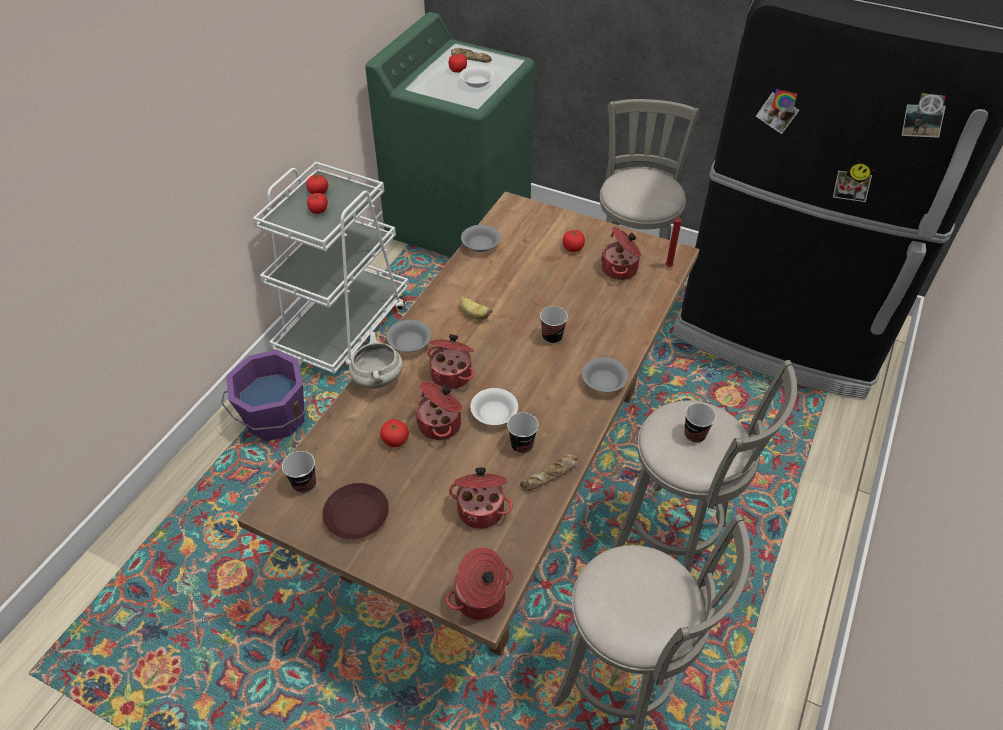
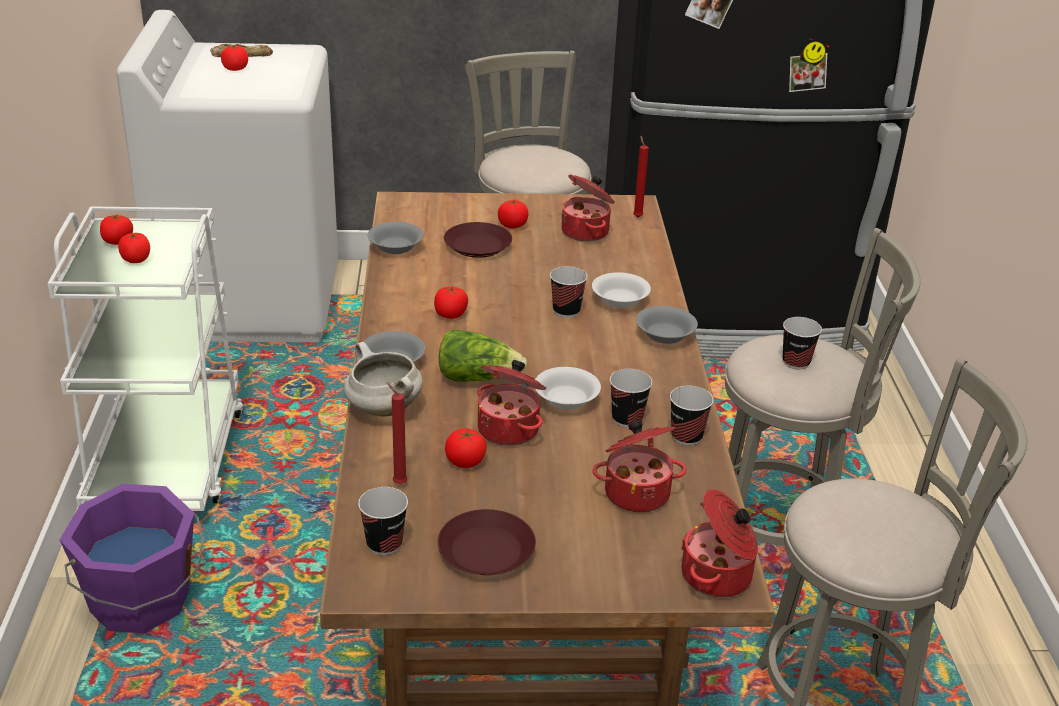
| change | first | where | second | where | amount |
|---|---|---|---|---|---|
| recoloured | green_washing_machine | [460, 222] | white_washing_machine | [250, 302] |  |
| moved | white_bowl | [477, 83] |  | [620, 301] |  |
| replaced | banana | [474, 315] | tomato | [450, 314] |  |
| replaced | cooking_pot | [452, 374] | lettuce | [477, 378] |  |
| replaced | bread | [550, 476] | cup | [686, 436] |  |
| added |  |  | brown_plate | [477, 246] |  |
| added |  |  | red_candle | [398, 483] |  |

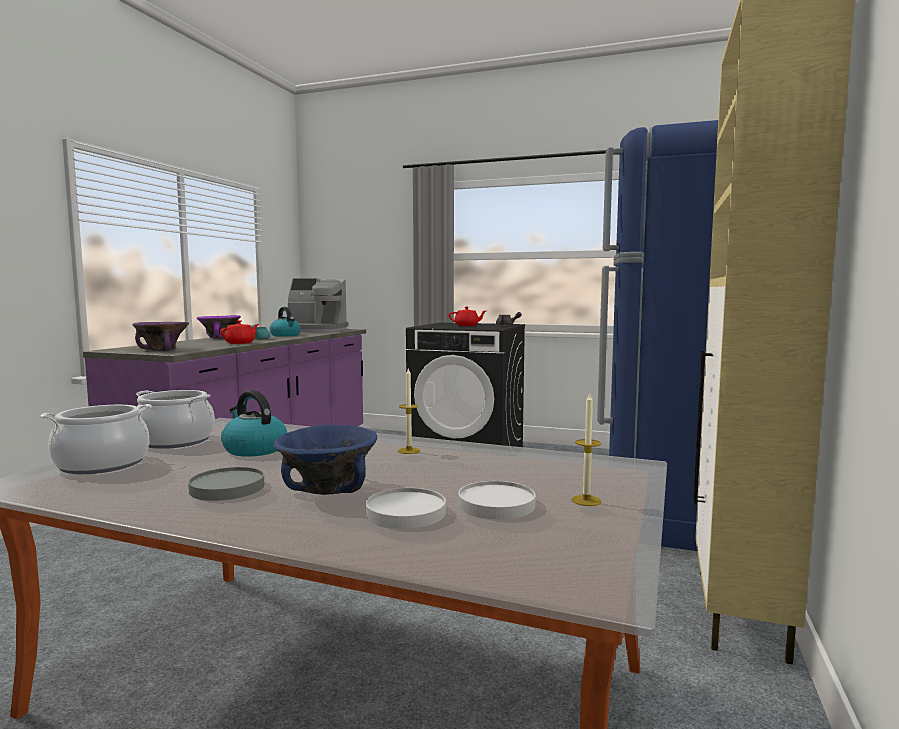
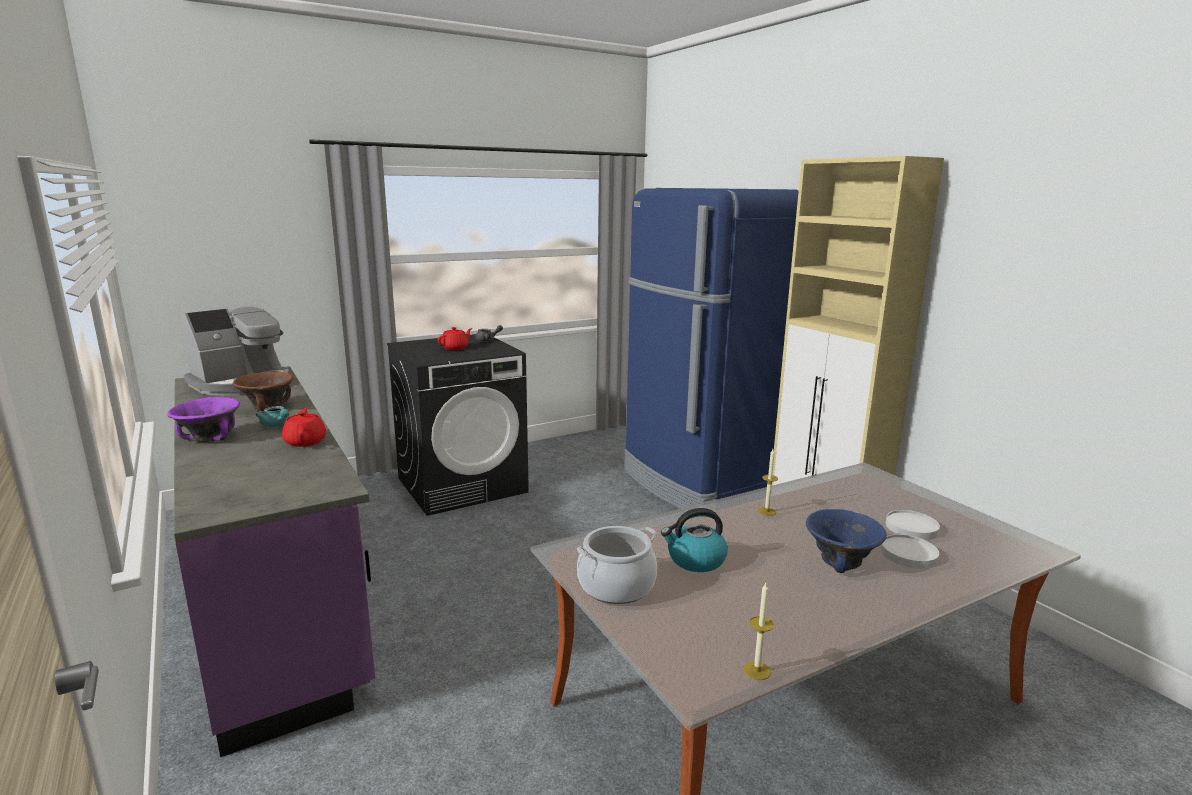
| change | first | where | second | where | amount |
|---|---|---|---|---|---|
| replaced | kettle | [285, 335] | brown_bowl | [267, 407] |  |
| removed | purple_bowl | [162, 350] |  |  |  |
| moved | candle | [586, 500] |  | [757, 670] |  |
| removed | cooking_pot | [102, 464] |  |  |  |
| removed | grey_plate | [228, 488] |  |  |  |

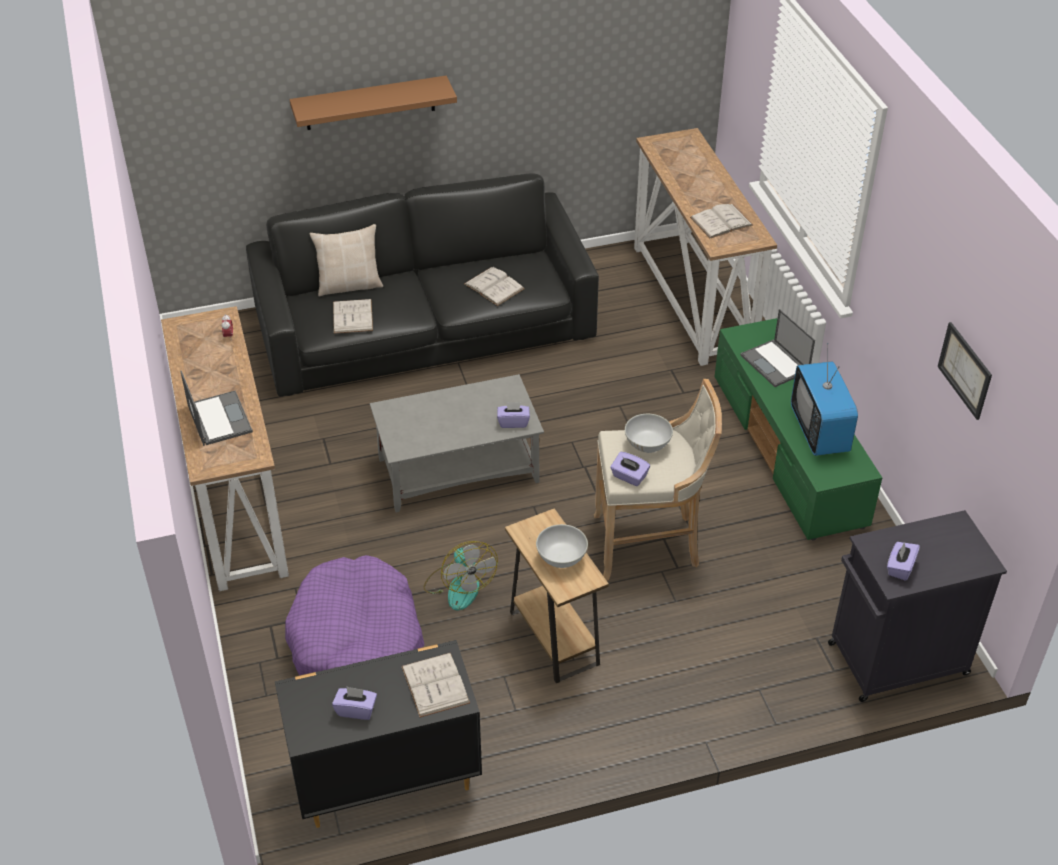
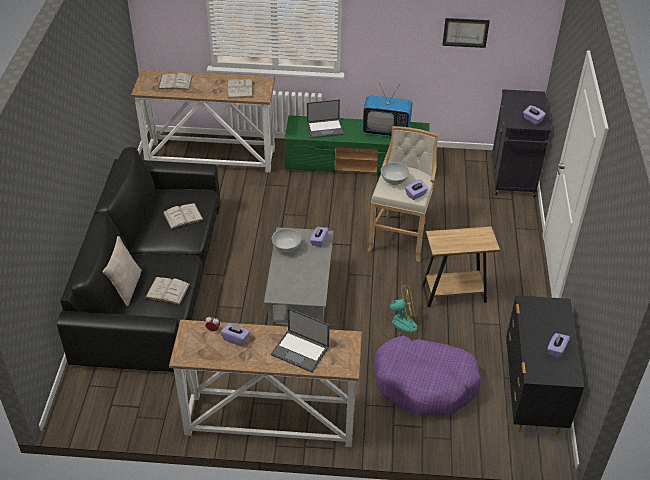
| change | first | where | second | where | amount |
|---|---|---|---|---|---|
| removed | brown_shelf | [370, 103] |  |  |  |
| turned | laptop | [219, 418] |  | [300, 351] | 150 degrees counterclockwise |
| moved | white_bowl | [562, 558] |  | [286, 247] |  |
| moved | white_book | [435, 684] |  | [175, 82] |  |
| added |  |  | purple_tissue_box | [236, 339] |  |

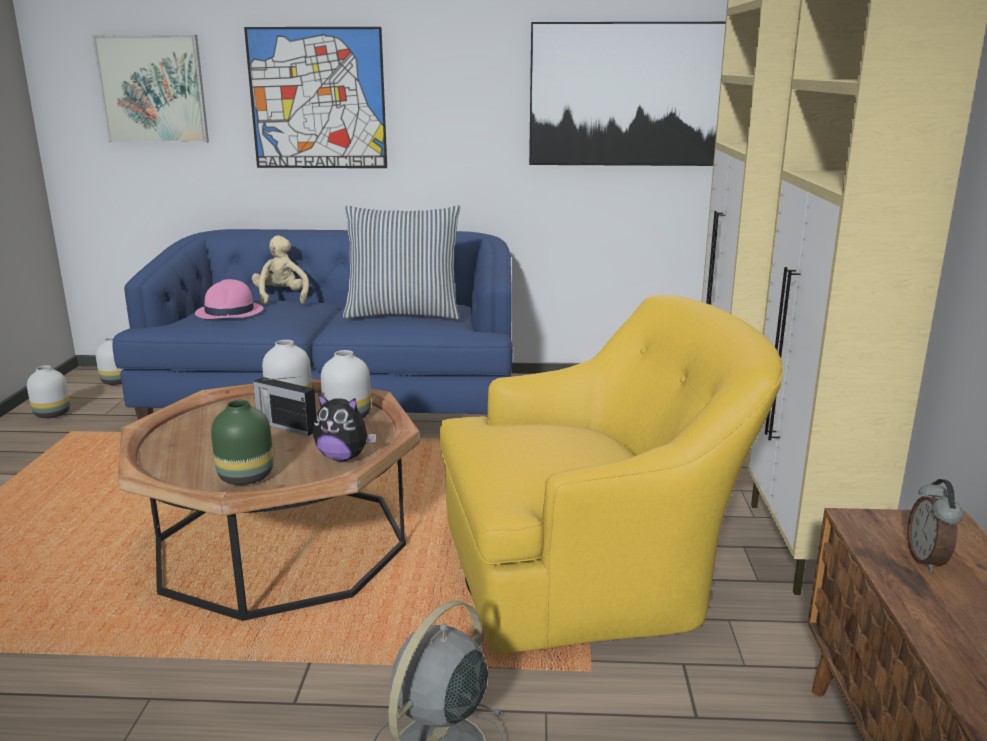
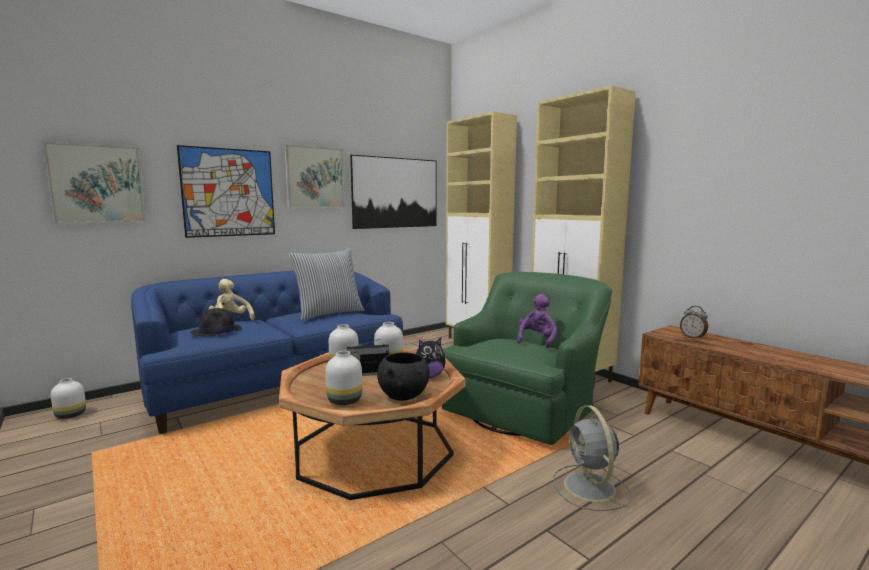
| change | first | where | second | where | amount |
|---|---|---|---|---|---|
| recoloured | pink_hat | [230, 312] | black_hat | [217, 331] |  |
| recoloured | yellow_armchair | [593, 572] | green_armchair | [524, 407] |  |
| moved | white_vase | [53, 414] |  | [344, 400] |  |
| replaced | green_vase | [247, 477] | black_bowl | [404, 396] |  |
| added |  |  | picture | [315, 177] |  |
| added |  |  | purple_plush_toy | [536, 341] |  |

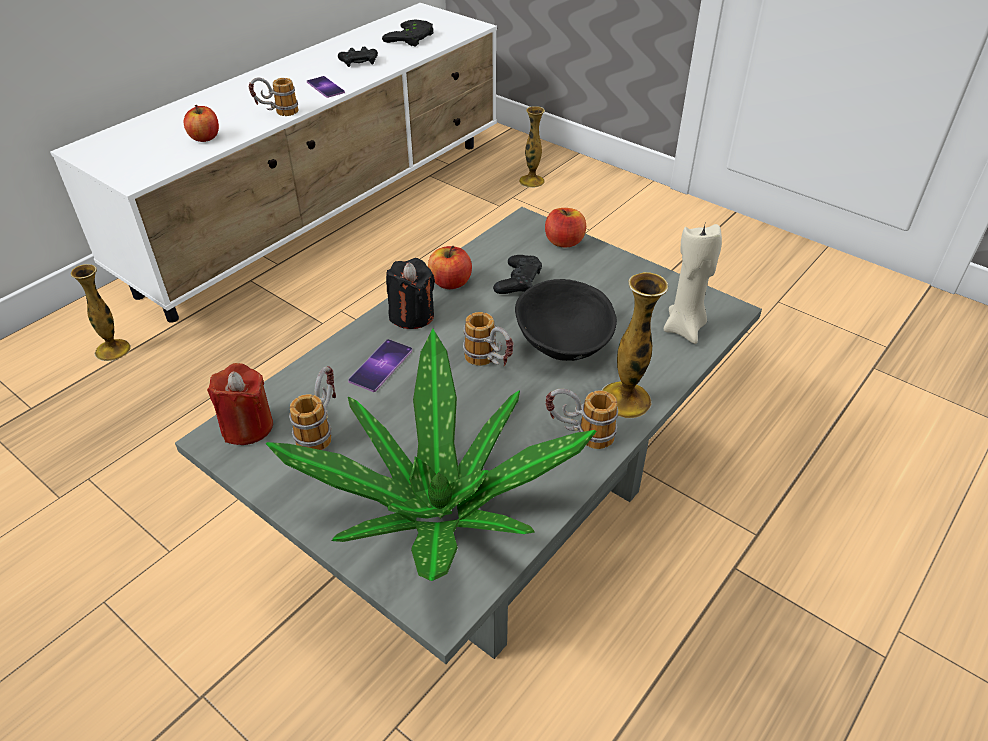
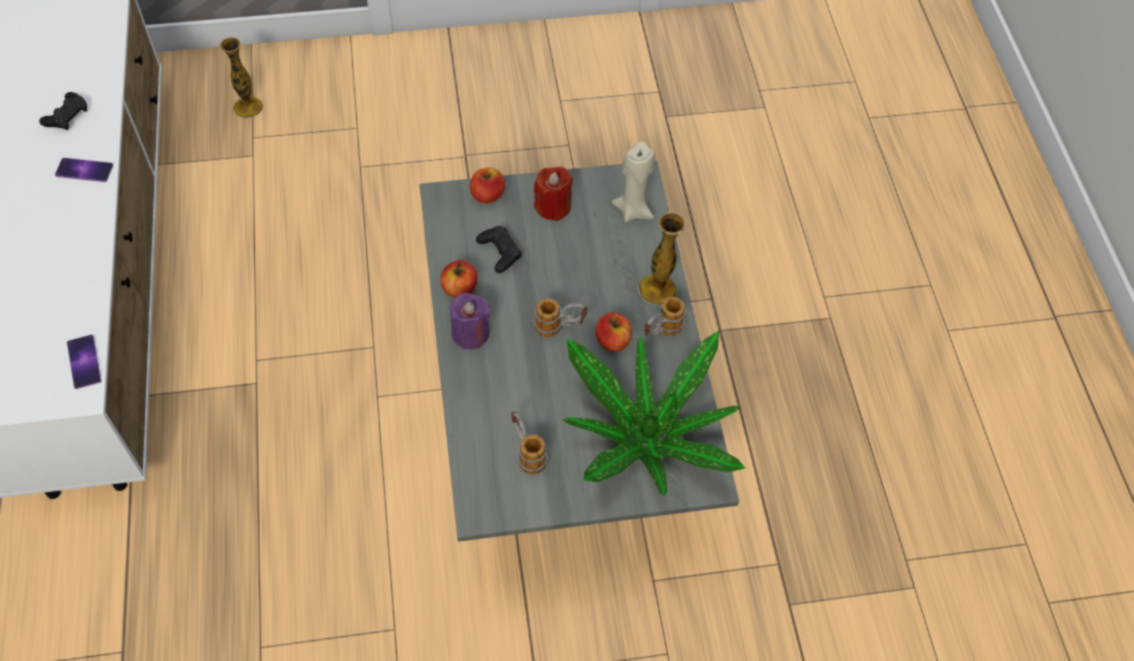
| change | first | where | second | where | amount |
|---|---|---|---|---|---|
| removed | black_game_controller | [412, 38] |  |  |  |
| removed | mug | [277, 113] |  |  |  |
| moved | apple | [205, 138] |  | [612, 340] |  |
| recoloured | black_candle | [412, 315] | purple_candle | [470, 333] |  |
| removed | vase | [113, 350] |  |  |  |
| removed | black_bowl | [563, 345] |  |  |  |
| moved | phone | [381, 365] |  | [84, 362] |  |
| moved | red_candle | [247, 426] |  | [553, 206] |  |

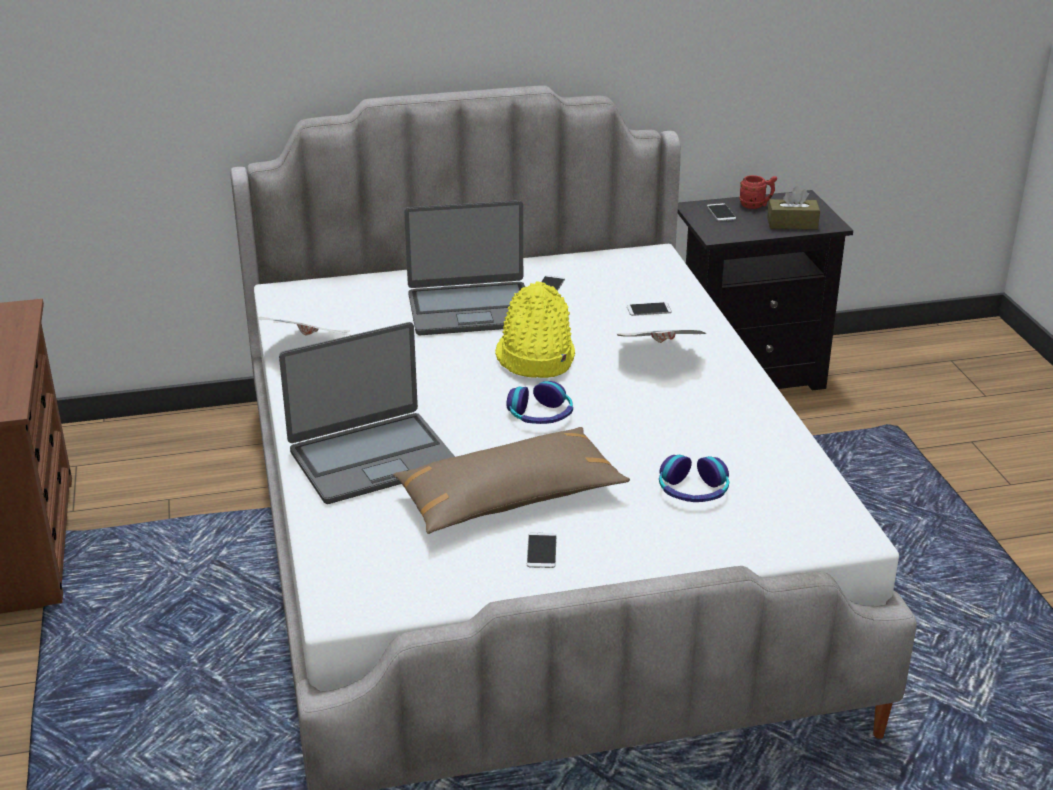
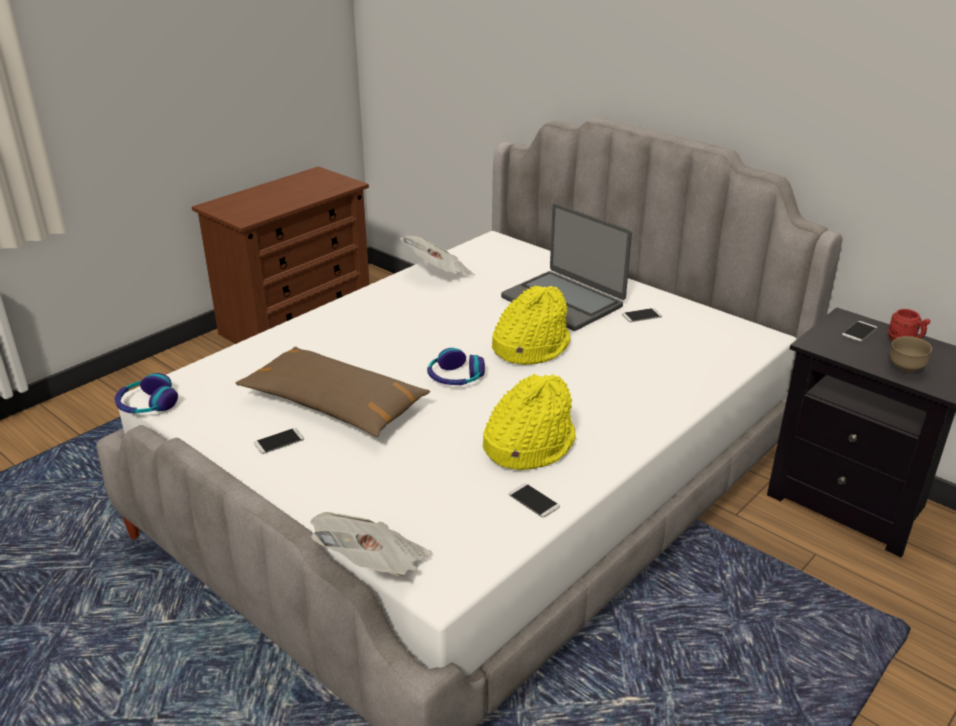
| change | first | where | second | where | amount |
|---|---|---|---|---|---|
| replaced | brown_tissue_box | [792, 223] | brown_bowl | [905, 369] |  |
| moved | phone | [649, 310] |  | [534, 501] |  |
| removed | laptop | [372, 458] |  |  |  |
| moved | newspaper | [659, 356] |  | [374, 566] |  |
| moved | headphones | [693, 491] |  | [147, 404] |  |
| added |  |  | yellow_hat | [528, 445] |  |

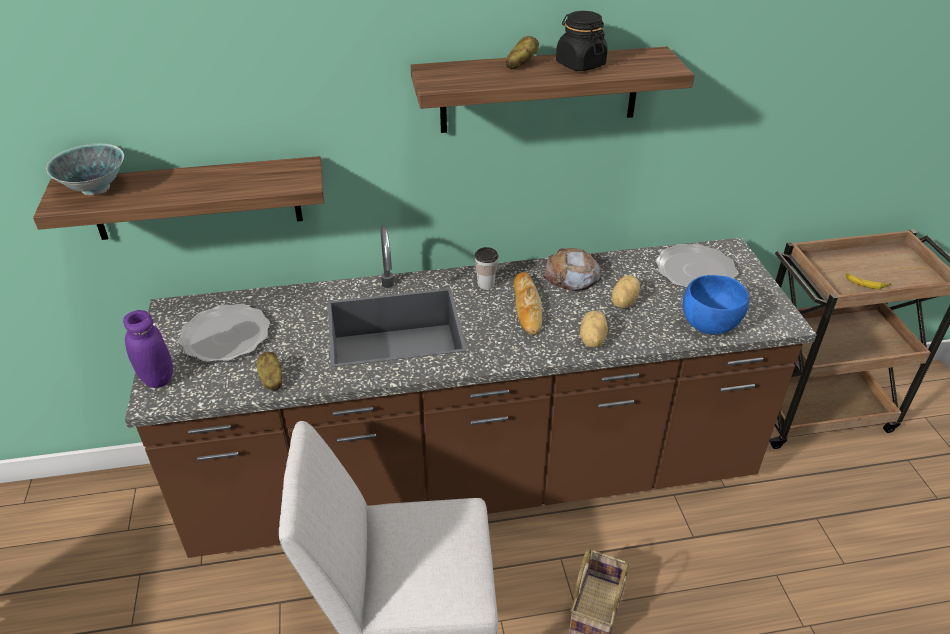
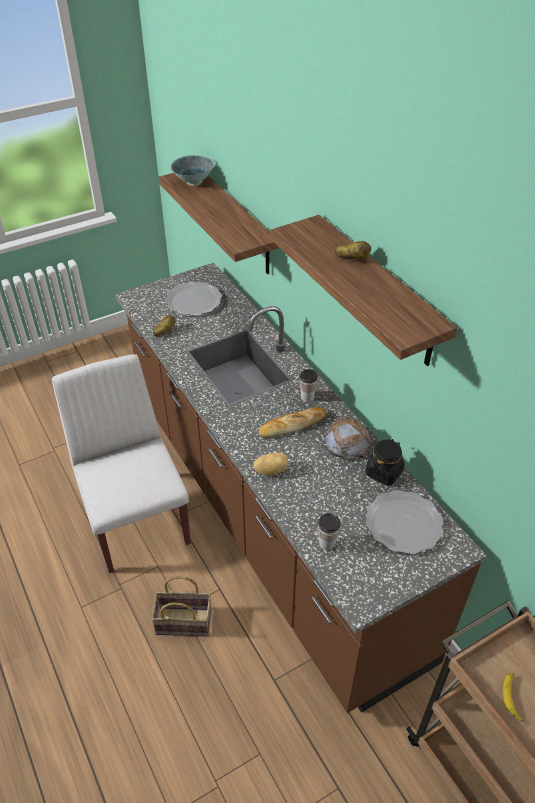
| change | first | where | second | where | amount |
|---|---|---|---|---|---|
| moved | black_jar | [580, 64] |  | [384, 472] |  |
| removed | potato | [622, 302] |  |  |  |
| replaced | blue_bowl | [708, 325] | cup | [327, 543] |  |
| removed | purple_jar | [157, 378] |  |  |  |

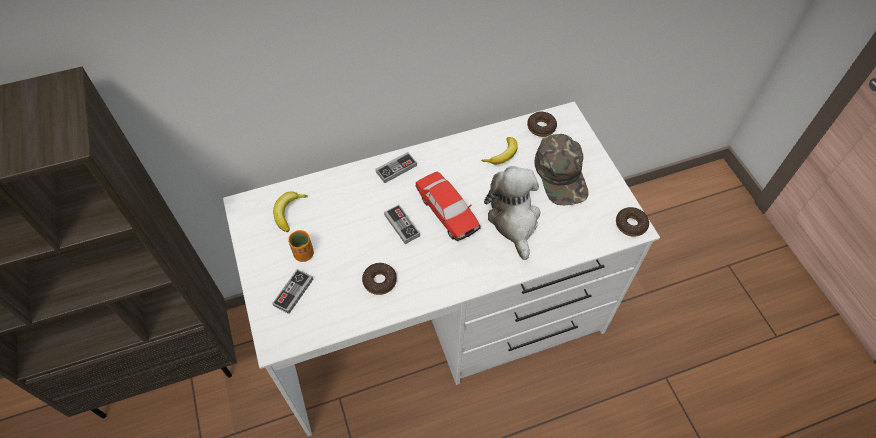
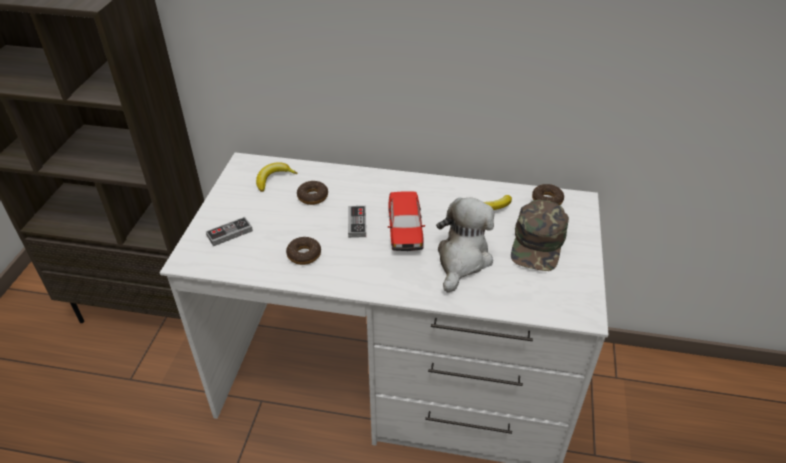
| change | first | where | second | where | amount |
|---|---|---|---|---|---|
| removed | game_controller | [396, 169] |  |  |  |
| moved | donut | [631, 224] |  | [312, 196] |  |
| removed | orange_cup | [304, 254] |  |  |  |

